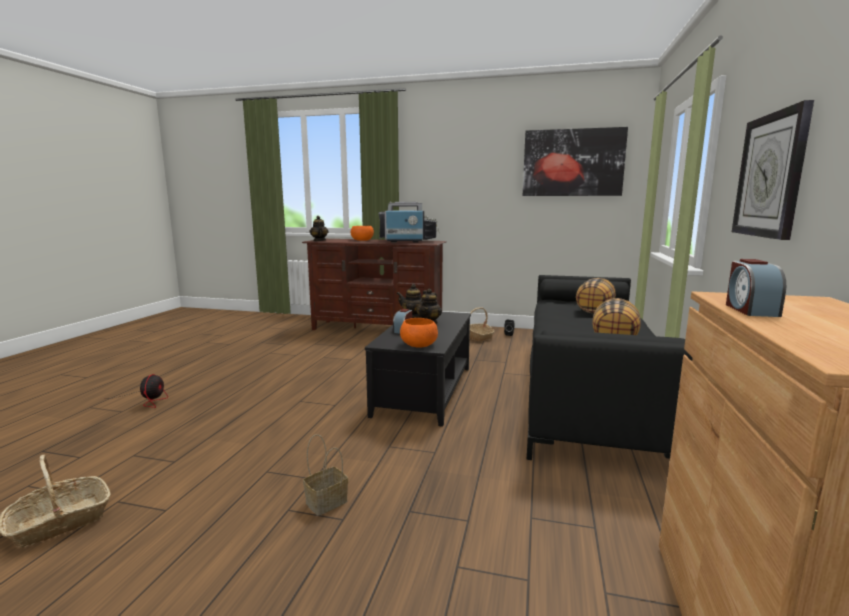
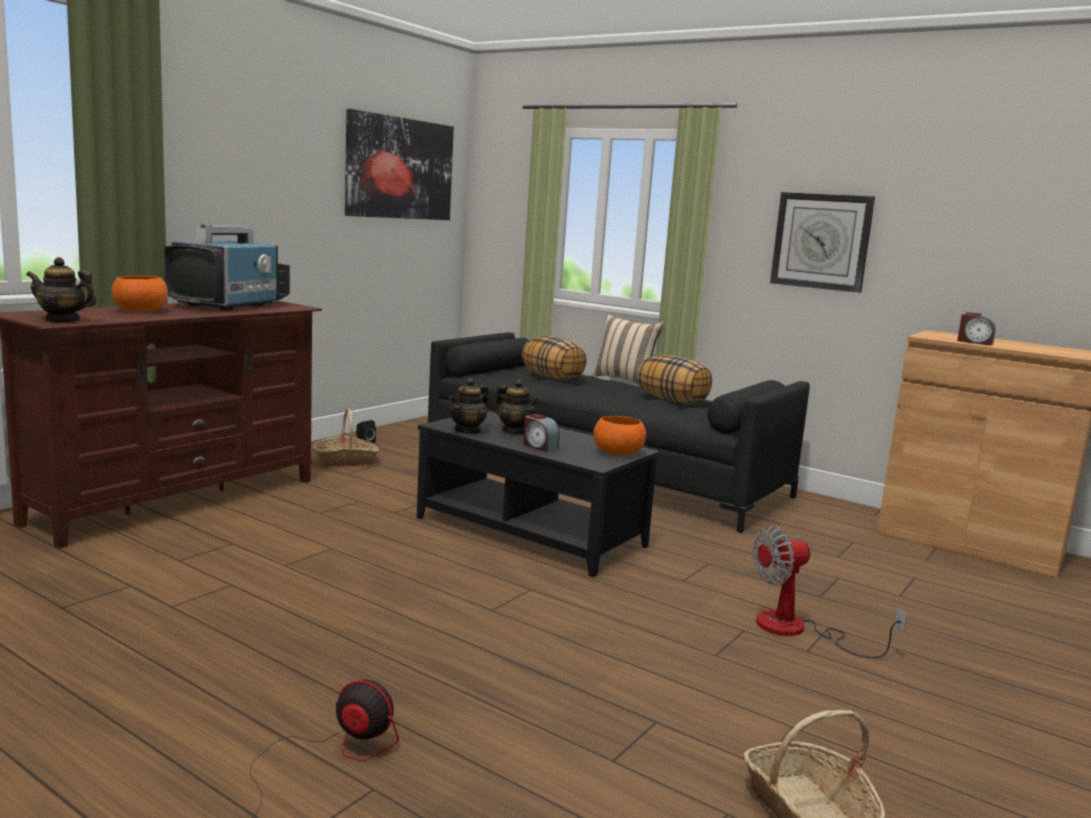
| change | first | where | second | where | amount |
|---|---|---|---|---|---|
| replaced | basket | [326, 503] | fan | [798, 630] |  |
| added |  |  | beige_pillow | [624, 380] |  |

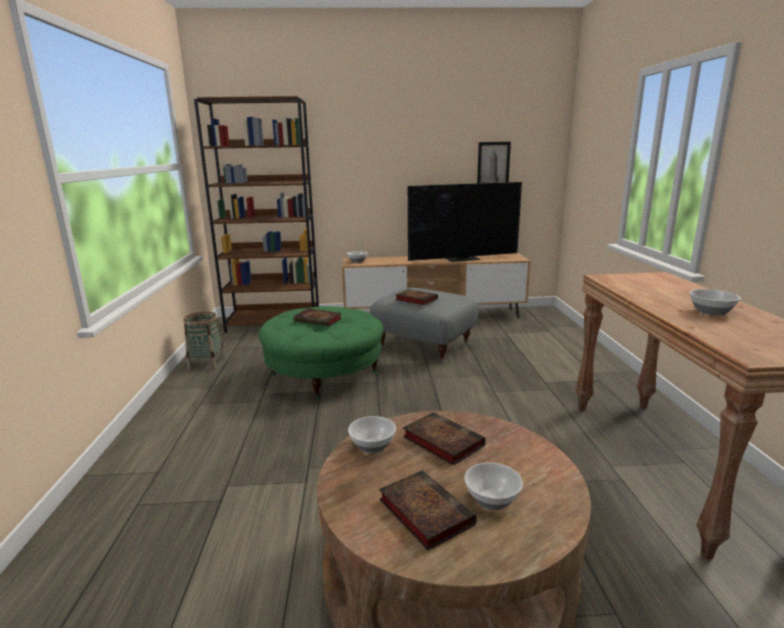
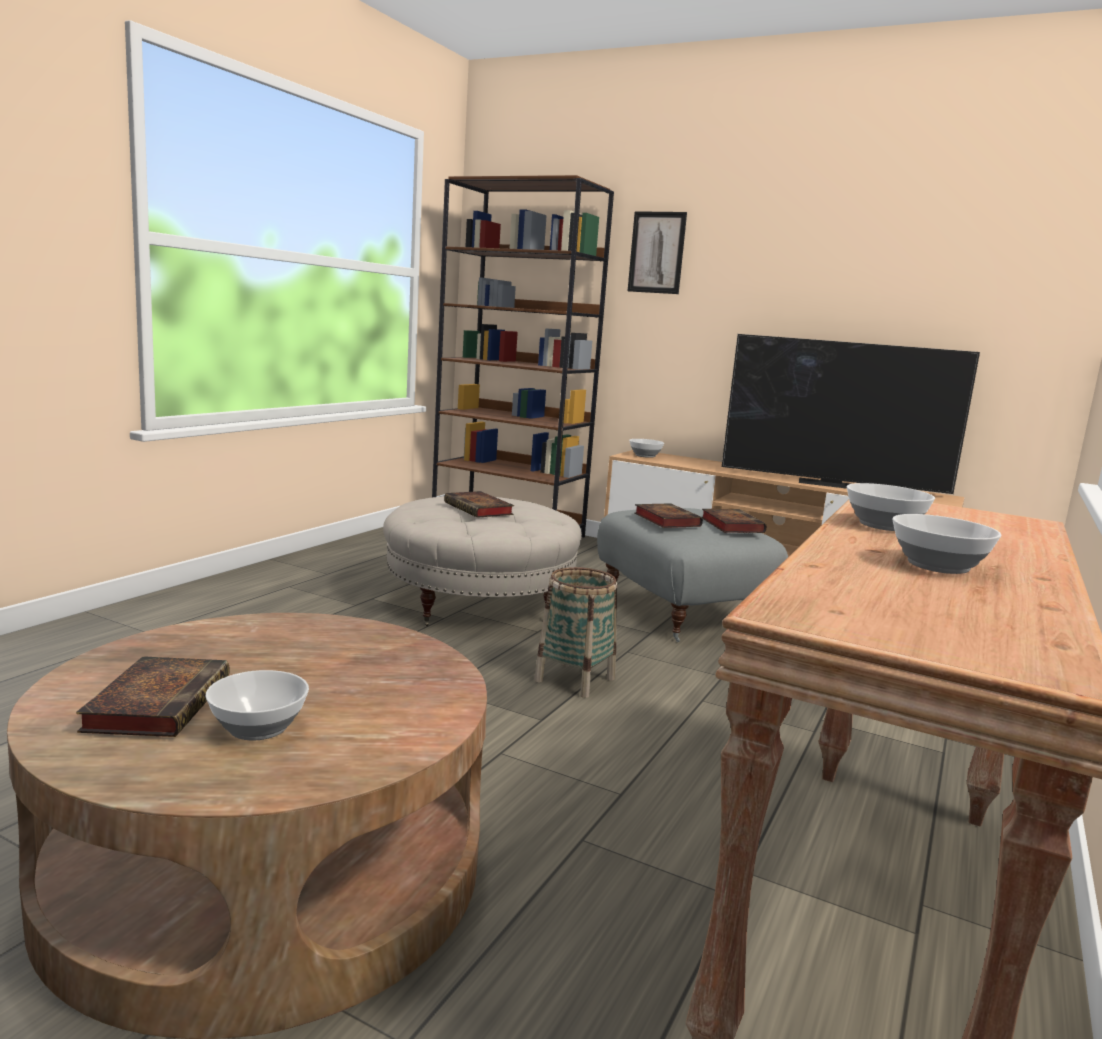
| change | first | where | second | where | amount |
|---|---|---|---|---|---|
| moved | picture | [493, 165] |  | [657, 252] |  |
| recoloured | green_ottoman | [324, 375] | beige_ottoman | [479, 602] |  |
| moved | basket | [206, 364] |  | [574, 679] |  |
| moved | book | [440, 441] |  | [730, 525] |  |
| moved | bowl | [372, 446] |  | [883, 525] |  |

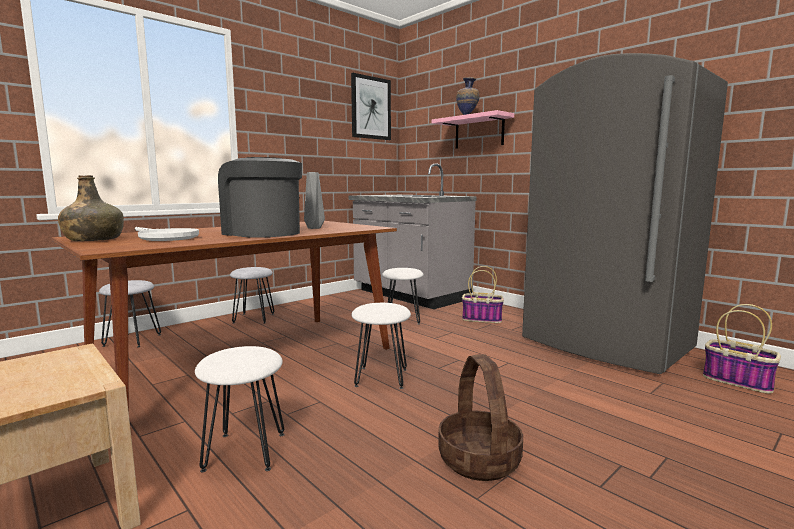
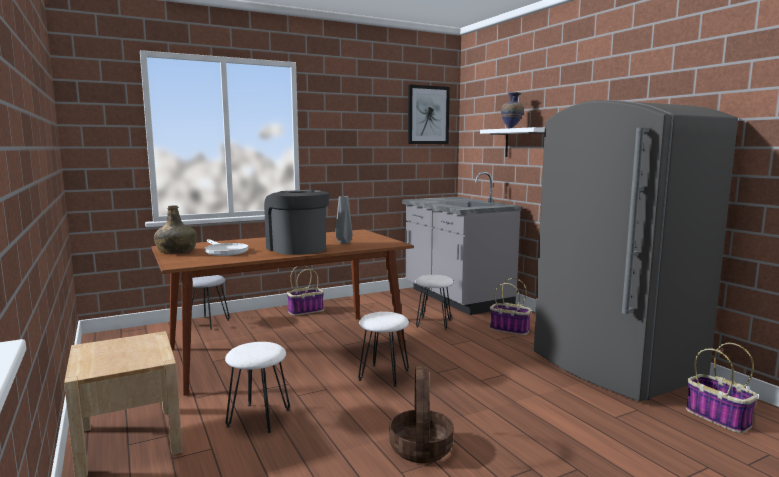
| change | first | where | second | where | amount |
|---|---|---|---|---|---|
| recoloured | pink_shelf | [479, 132] | white_shelf | [525, 143] |  |
| replaced | grey_stool | [254, 318] | basket | [306, 311] |  |

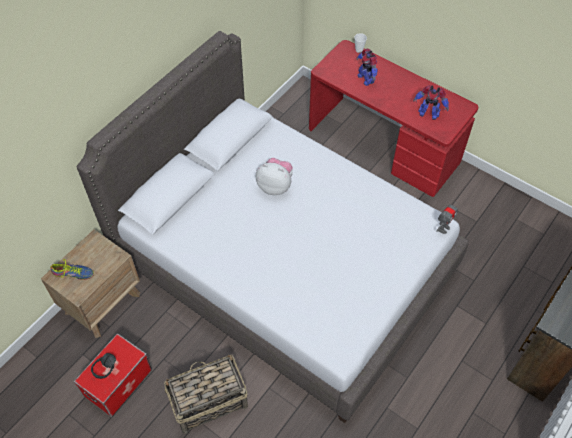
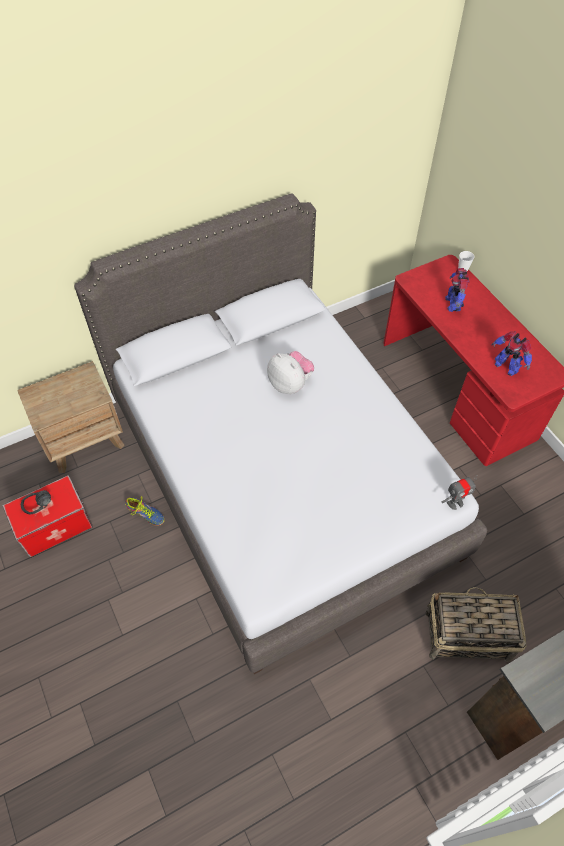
| change | first | where | second | where | amount |
|---|---|---|---|---|---|
| moved | shoe | [73, 273] |  | [146, 513] |  |
| moved | basket | [208, 402] |  | [466, 635] |  |

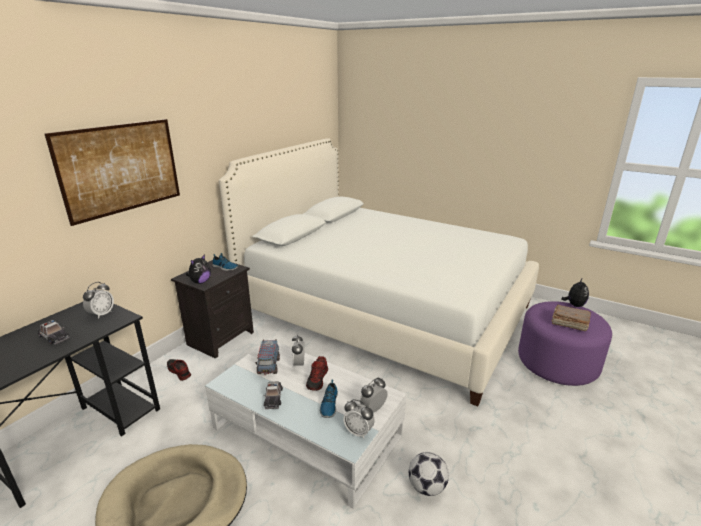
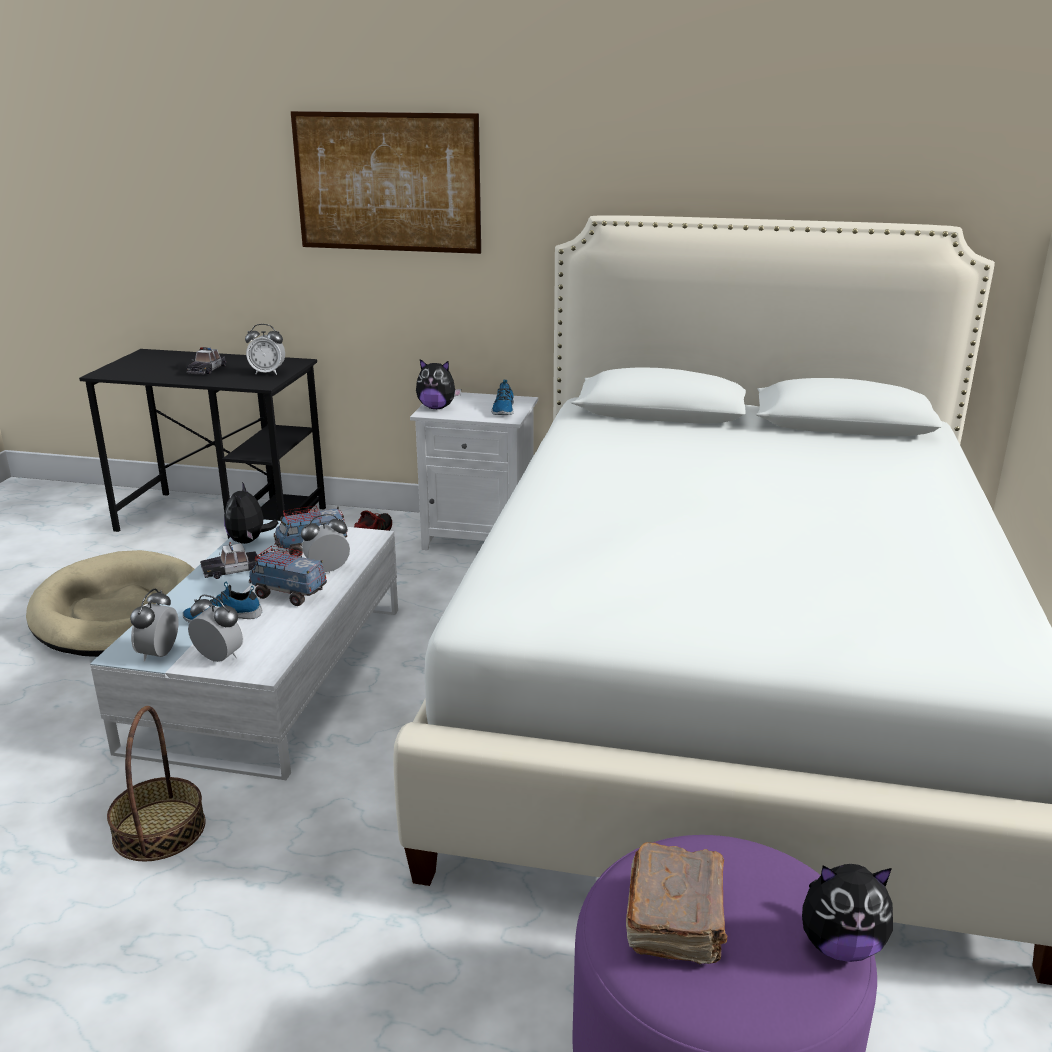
| change | first | where | second | where | amount |
|---|---|---|---|---|---|
| recoloured | black_nightstand | [220, 337] | white_nightstand | [480, 537] |  |
| replaced | shoe | [318, 379] | toy_truck | [288, 594] |  |
| replaced | football | [427, 487] | basket | [159, 830] |  |
| added |  |  | plush_toy | [249, 541] |  |

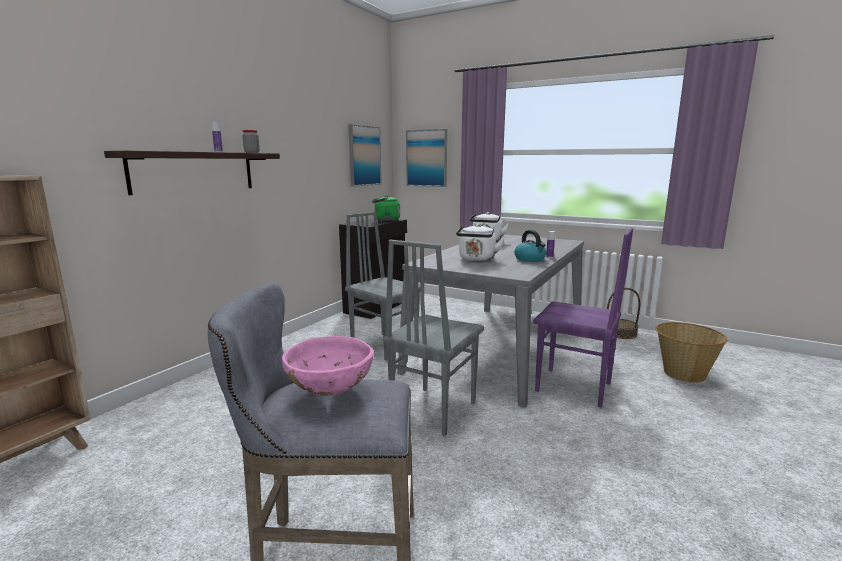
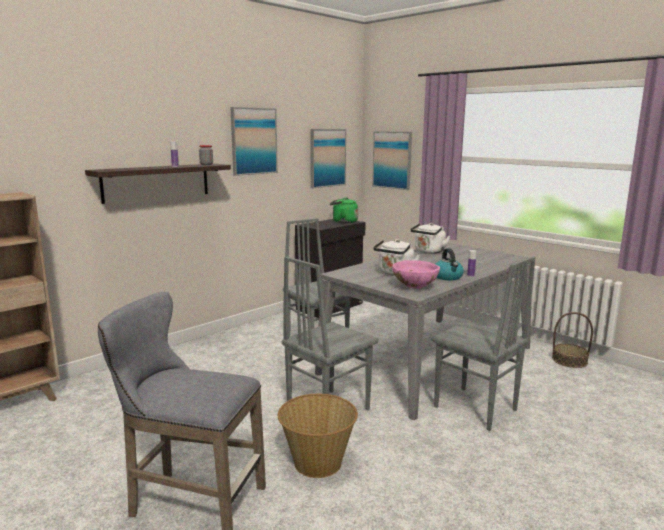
| change | first | where | second | where | amount |
|---|---|---|---|---|---|
| recoloured | purple_chair | [573, 388] | grey_chair | [475, 409] |  |
| moved | basket | [683, 373] |  | [317, 462] |  |
| moved | pink_bowl | [330, 391] |  | [414, 287] |  |
| added |  |  | picture | [253, 141] |  |

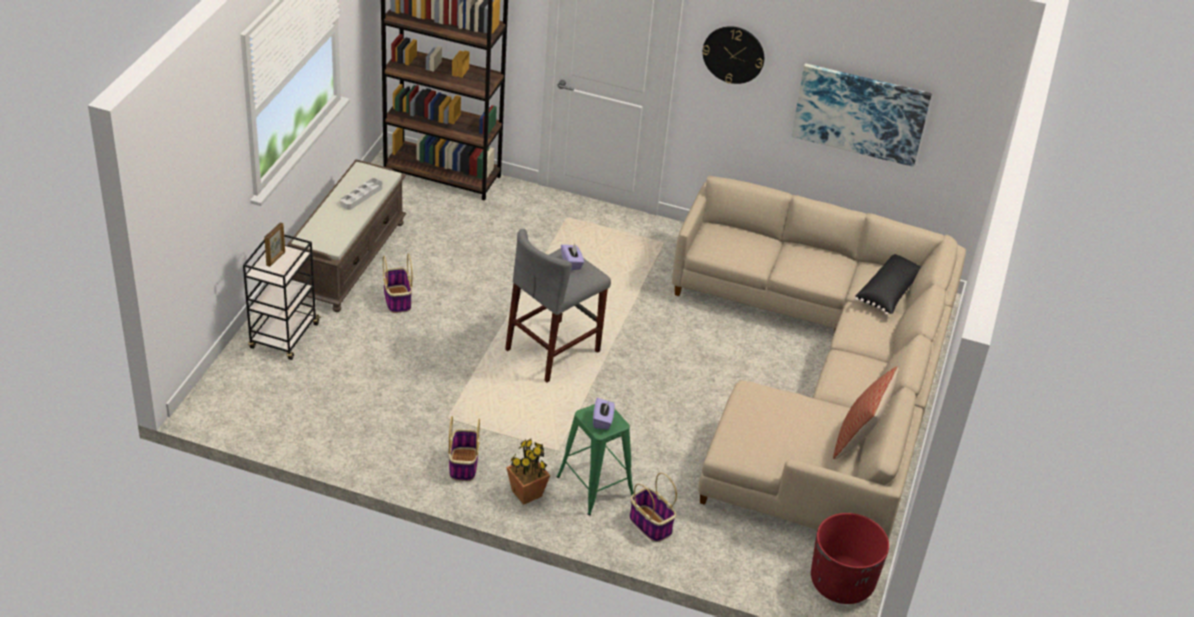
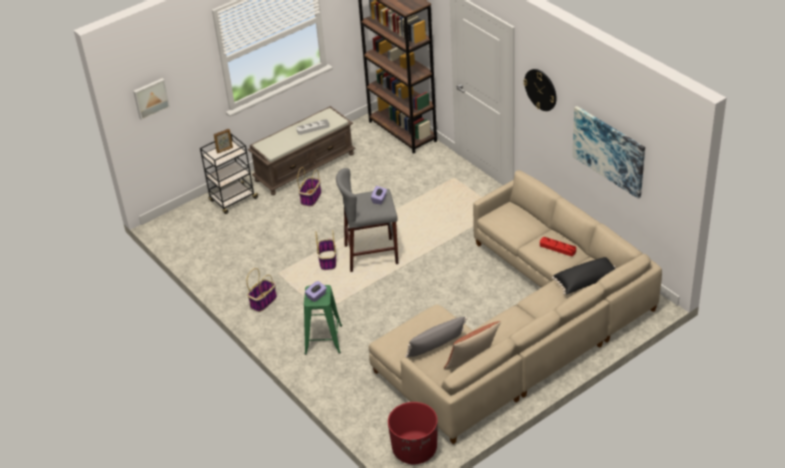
| change | first | where | second | where | amount |
|---|---|---|---|---|---|
| removed | potted_plant | [526, 493] |  |  |  |
| moved | basket | [649, 524] |  | [327, 260] |  |
| added |  |  | picture | [150, 98] |  |
| added |  |  | red_tray | [557, 248] |  |
| added |  |  | grey_pillow | [435, 346] |  |

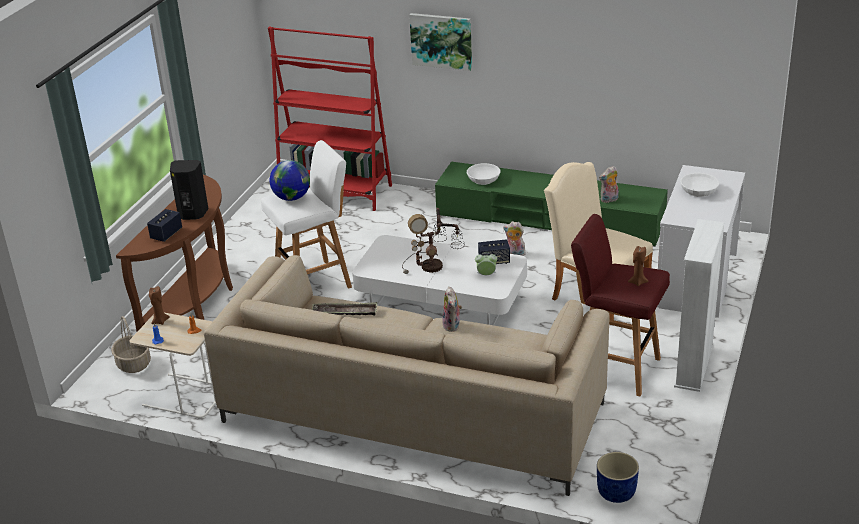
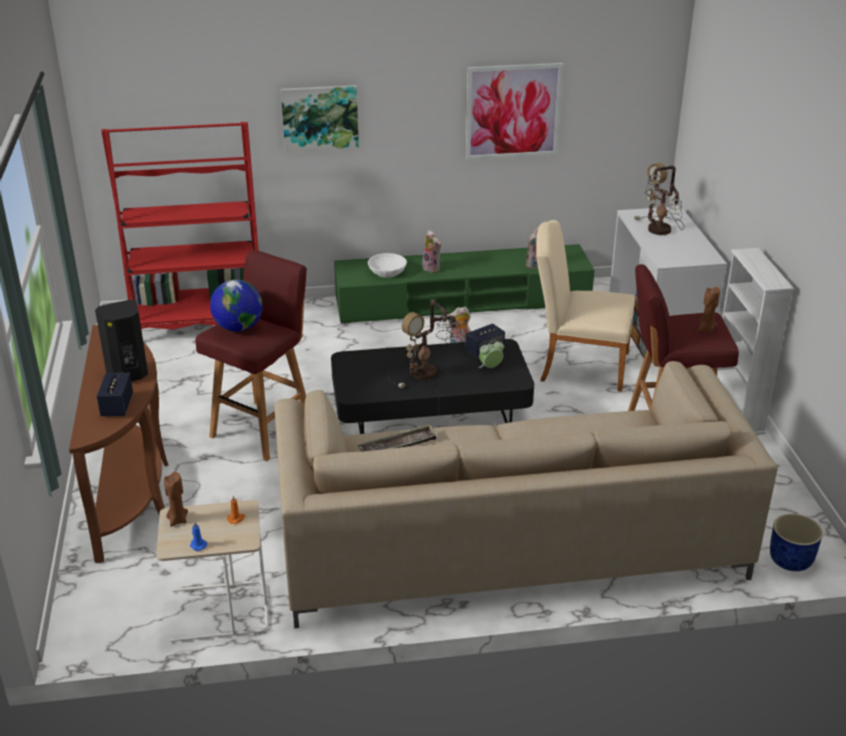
| change | first | where | second | where | amount |
|---|---|---|---|---|---|
| recoloured | white_stool | [315, 282] | red_stool | [264, 429] |  |
| replaced | white_bowl | [698, 191] | table_lamp | [659, 231] |  |
| recoloured | white_coffee_table | [441, 303] | black_coffee_table | [430, 415] |  |
| moved | plush_toy | [453, 326] |  | [433, 268] |  |
| removed | basket | [133, 364] |  |  |  |
| added |  |  | picture | [513, 111] |  |

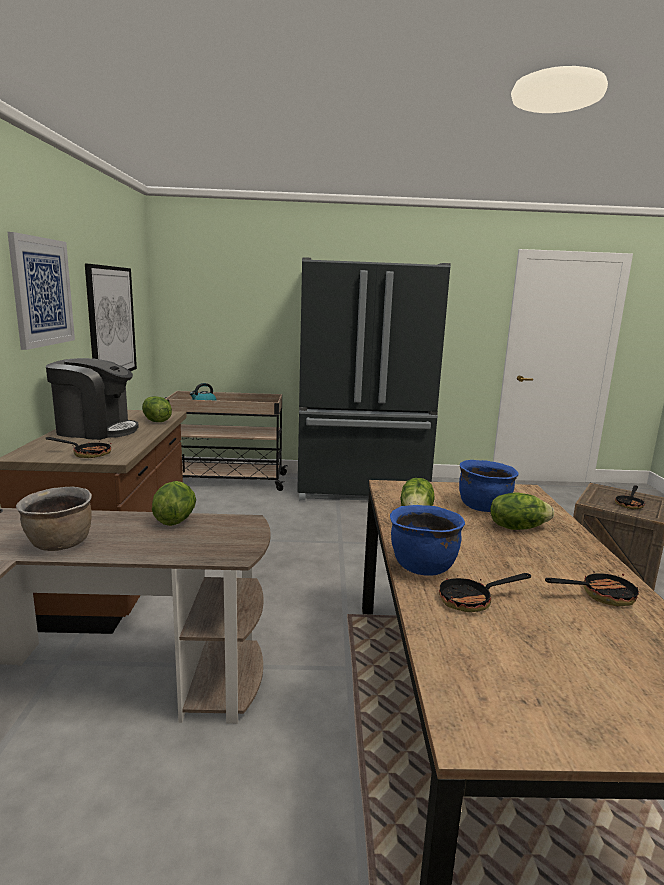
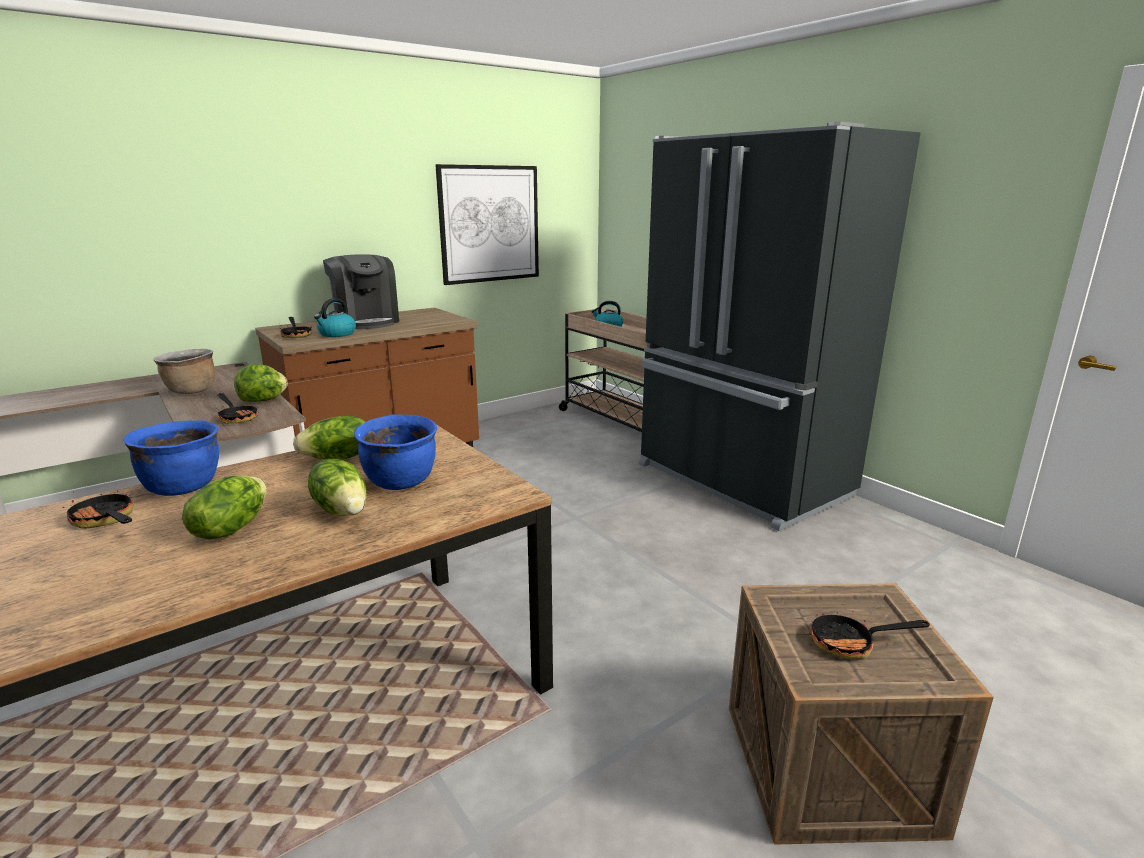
| change | first | where | second | where | amount |
|---|---|---|---|---|---|
| removed | picture | [42, 292] |  |  |  |
| moved | lettuce | [156, 421] |  | [231, 528] |  |
| moved | frying_pan | [600, 595] |  | [237, 417] |  |
| added |  |  | kettle | [337, 334] |  |

